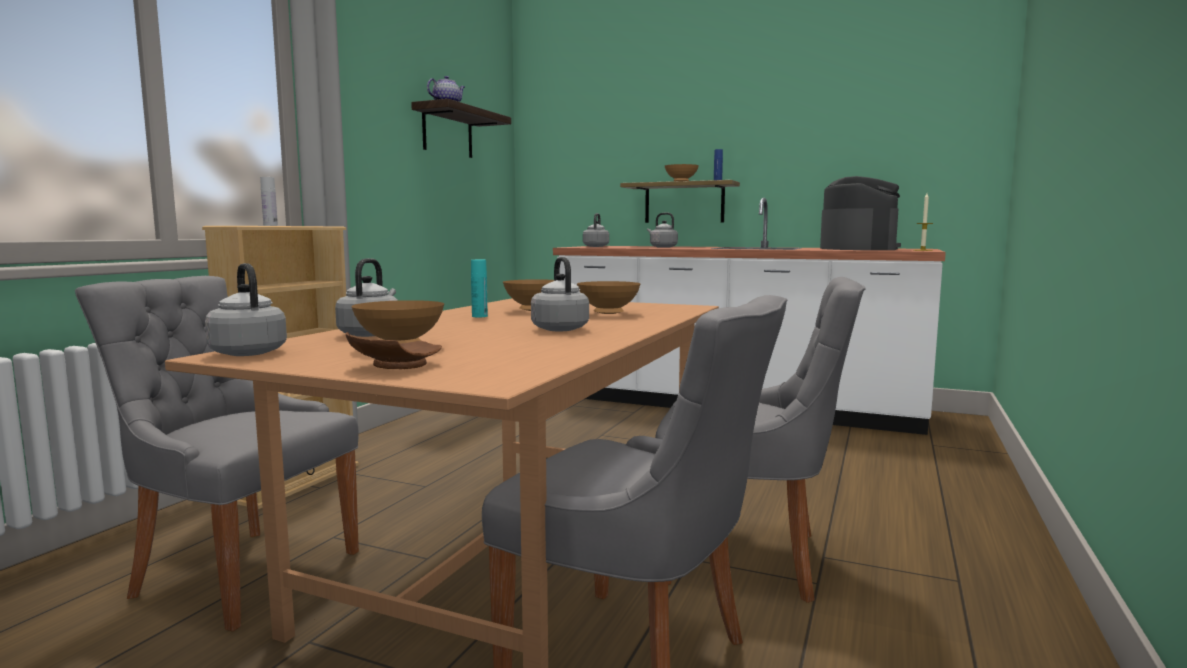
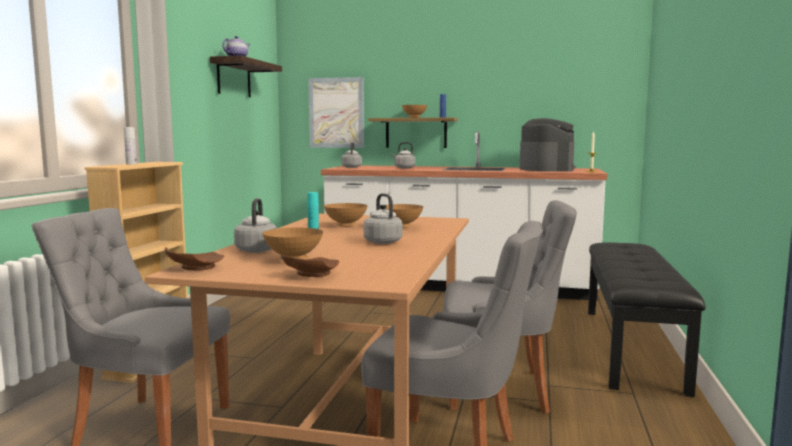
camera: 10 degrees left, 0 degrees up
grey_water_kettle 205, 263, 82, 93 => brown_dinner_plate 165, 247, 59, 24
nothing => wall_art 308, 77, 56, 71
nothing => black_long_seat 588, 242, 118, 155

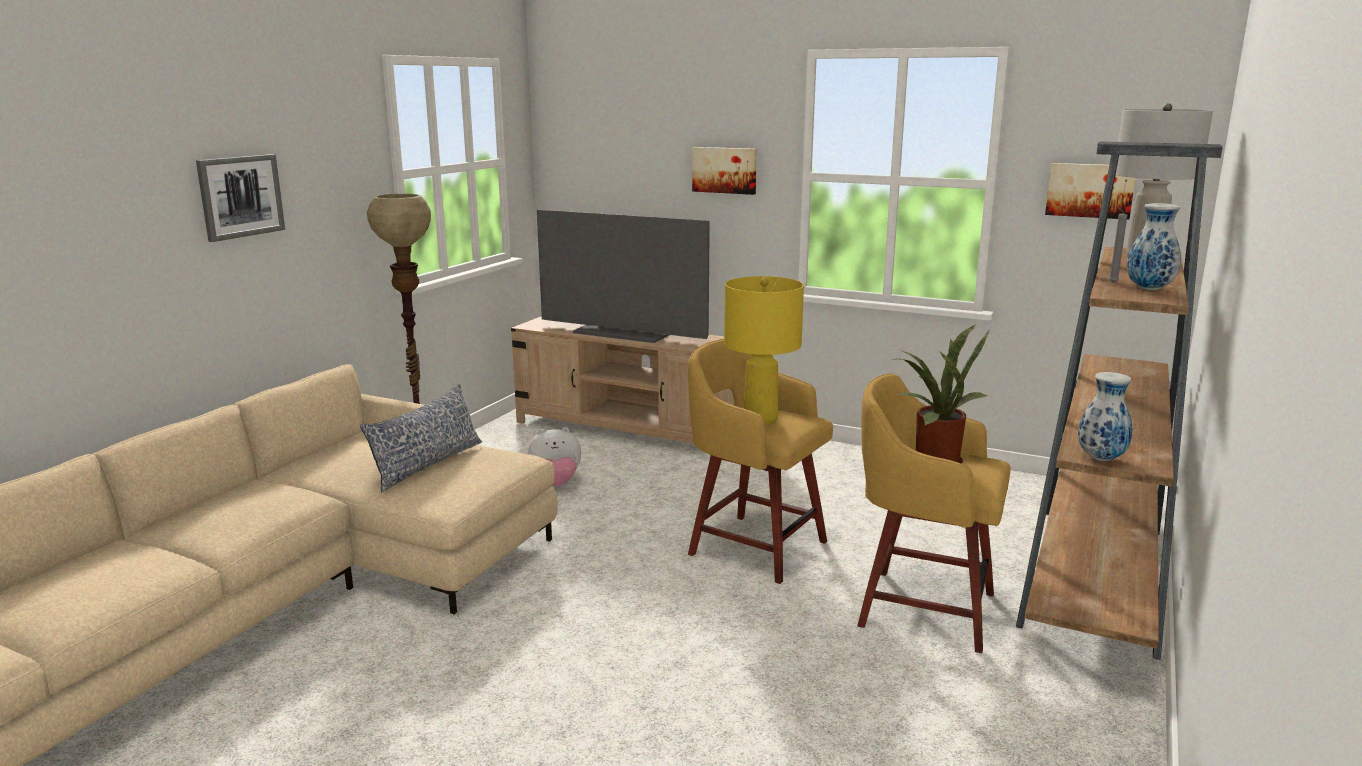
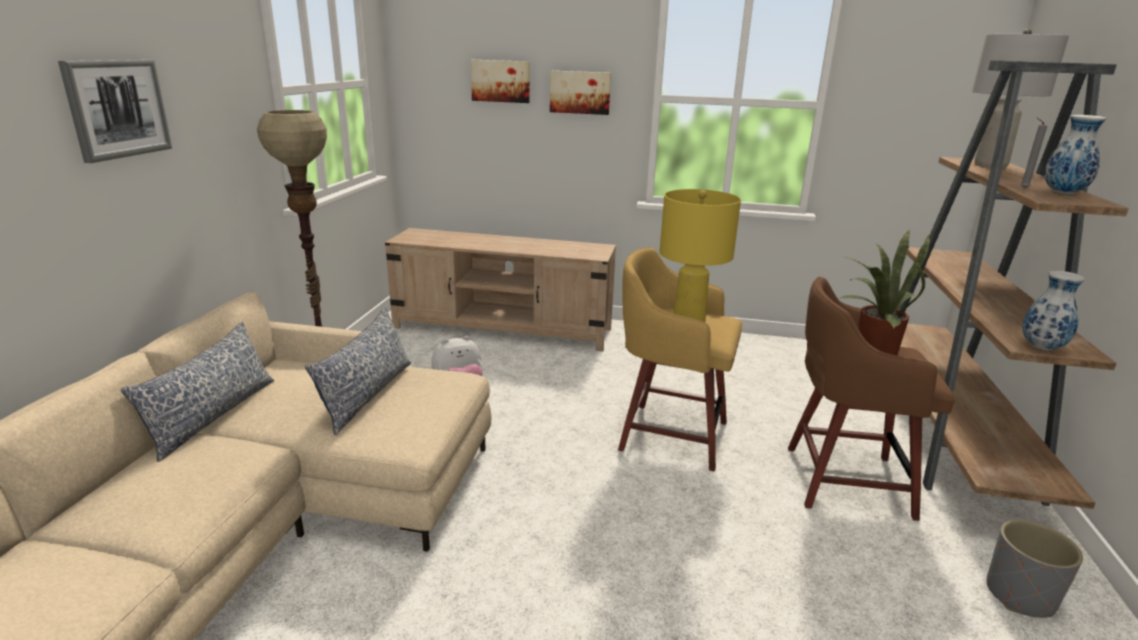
camera: 15 degrees left, 5 degrees up
wall_art 1045, 163, 90, 57 => wall_art 471, 60, 59, 43, moved
TV 537, 210, 173, 133 => nothing
yellow_sitting_stool 858, 373, 153, 280 => brown_sitting_stool 788, 277, 167, 244
nothing => throw_pillow 121, 321, 153, 141
nothing => grey_flower_pot 986, 520, 97, 98

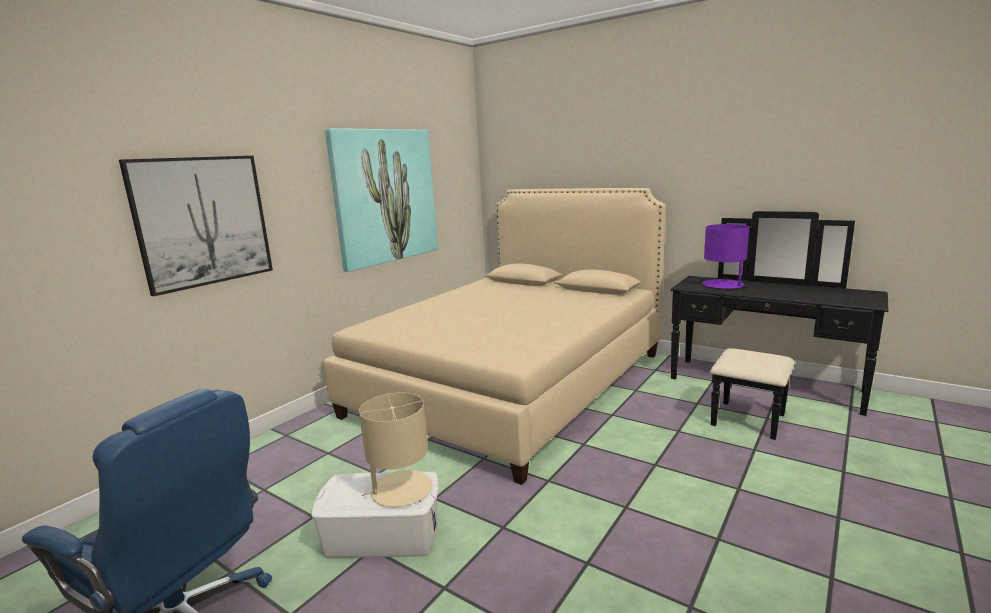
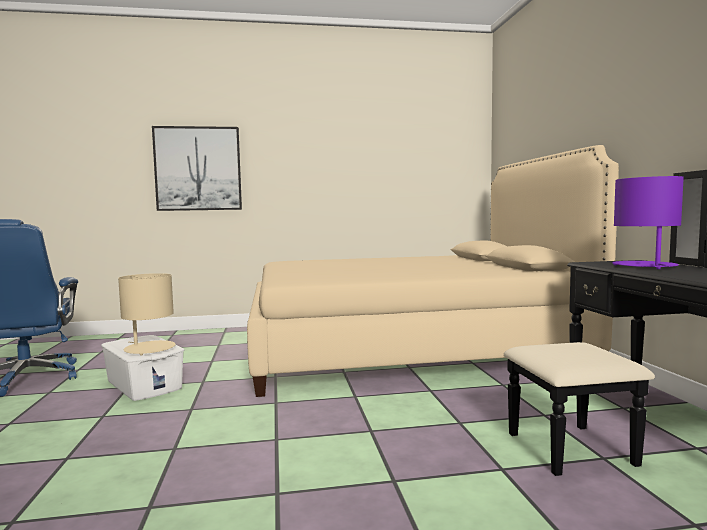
camera: 45 degrees right, 10 degrees down
wall_art 325, 128, 113, 144 => nothing

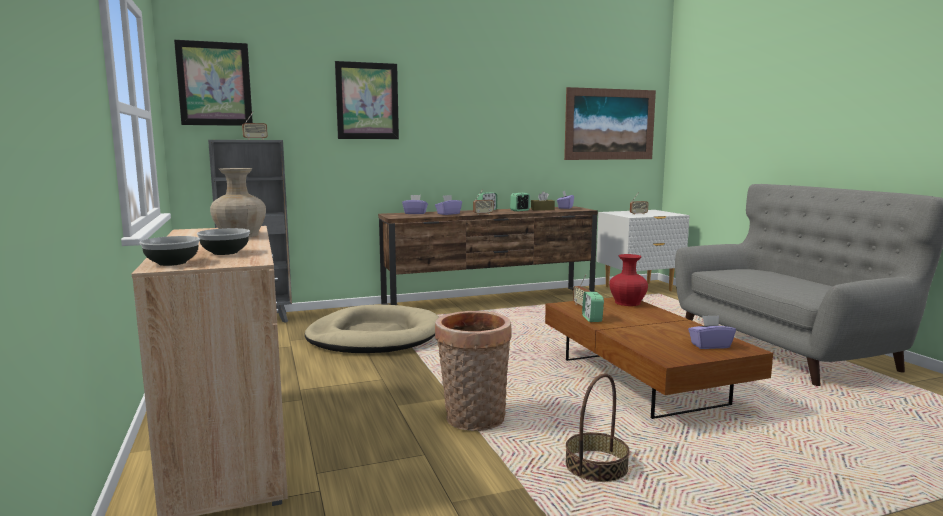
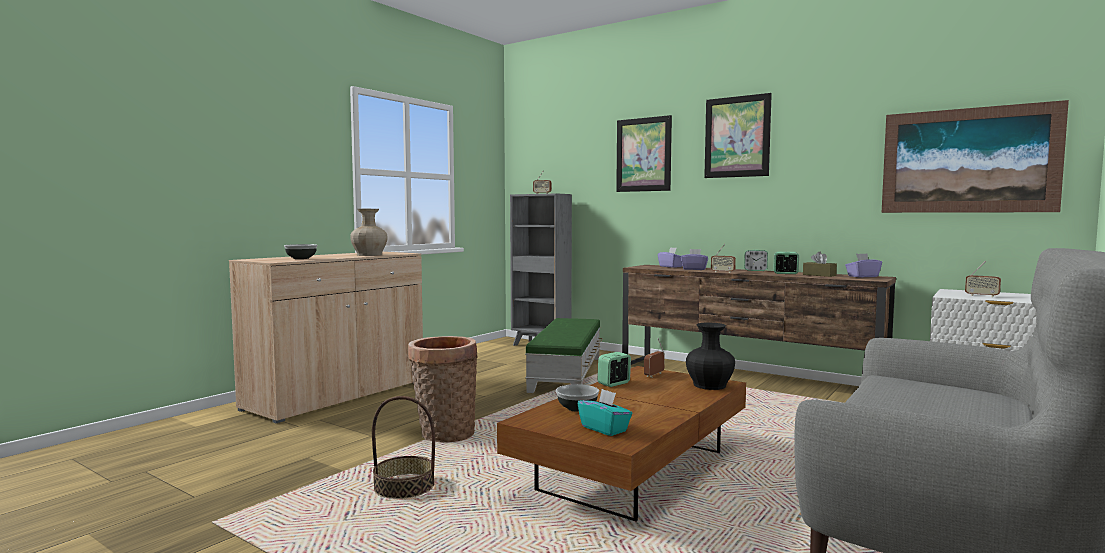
camera: 55 degrees right, 5 degrees down
wall_art 174, 40, 79, 86 => wall_art 704, 93, 68, 85, moved
serving_bowl 140, 236, 60, 30 => serving_bowl 556, 384, 43, 28, moved
red_decorative_vase 609, 254, 39, 52 => black_decorative_vase 686, 323, 49, 67
beige-coloured_pet_bed 305, 305, 134, 48 => greenish_ottoman 525, 318, 78, 75
purple_tissue_box 688, 315, 48, 34 => turquoise-coloured_tissue_box 577, 389, 55, 47

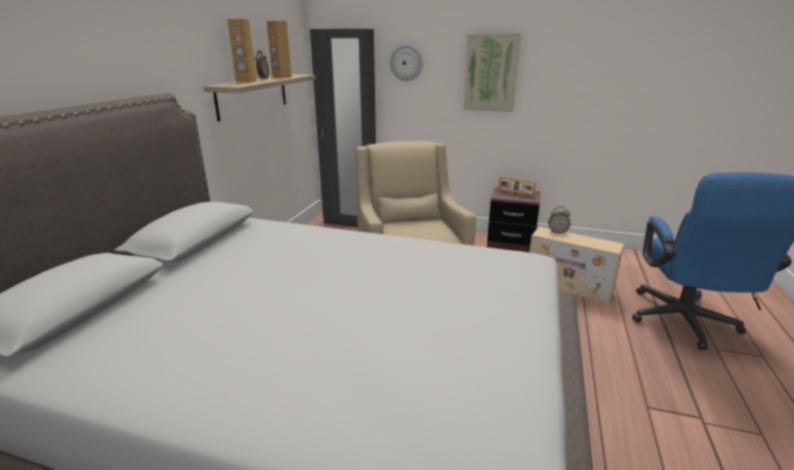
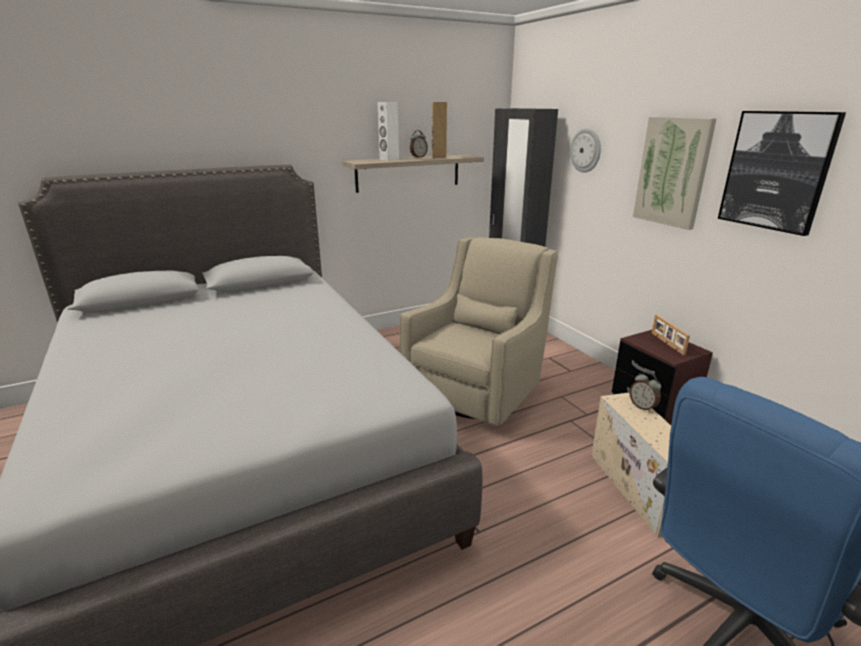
camera: 45 degrees right, 0 degrees up
brown_speaker 227, 19, 30, 64 => white-coloured_speaker 378, 102, 21, 59
nothing => wall_art 718, 111, 128, 125

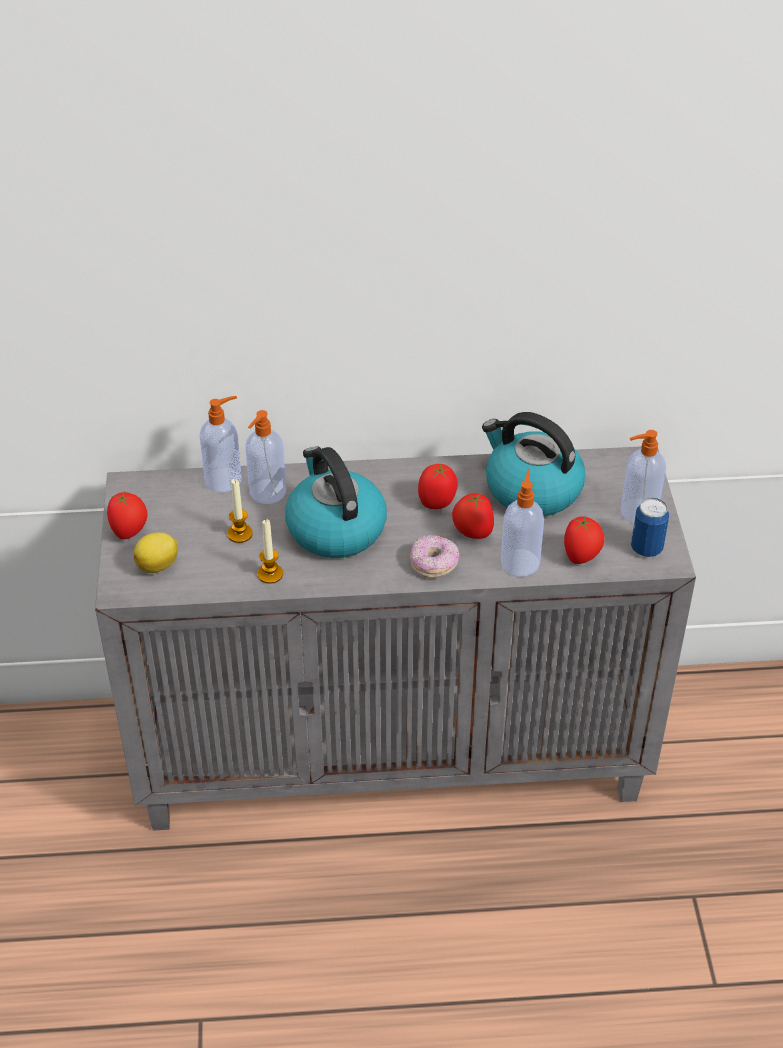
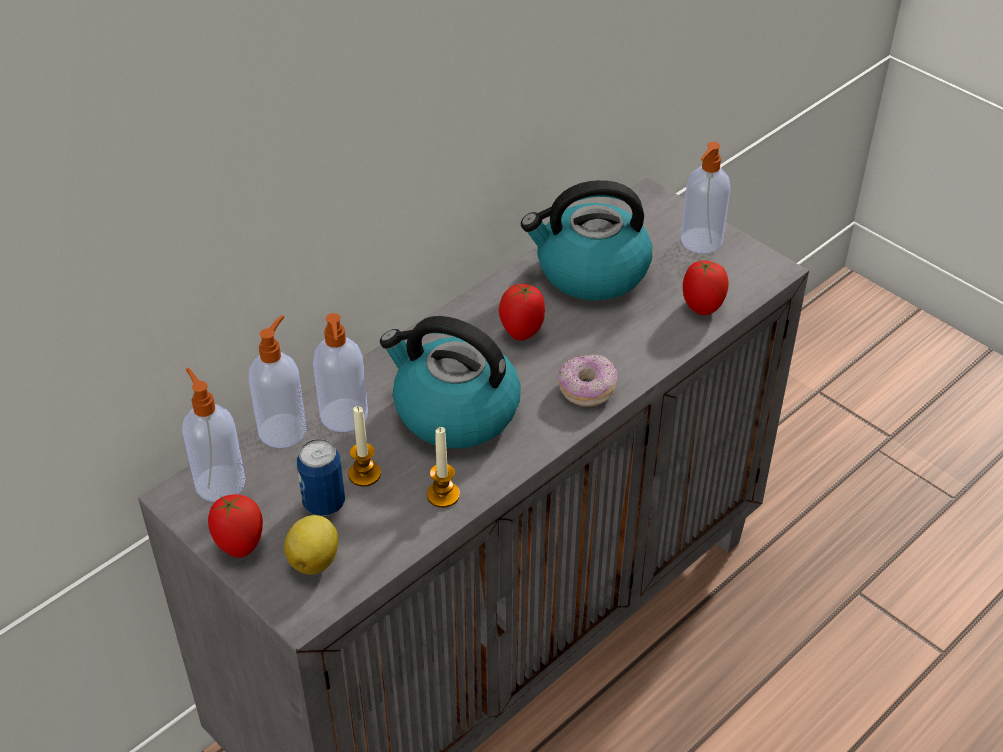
camera: 40 degrees left, 0 degrees up
liquid_soap_bottle 501, 469, 43, 108 => liquid_soap_bottle 182, 367, 64, 135, moved
whole_tomato 452, 493, 42, 46 => nothing
metal_can 631, 498, 38, 59 => metal_can 297, 439, 48, 77, moved

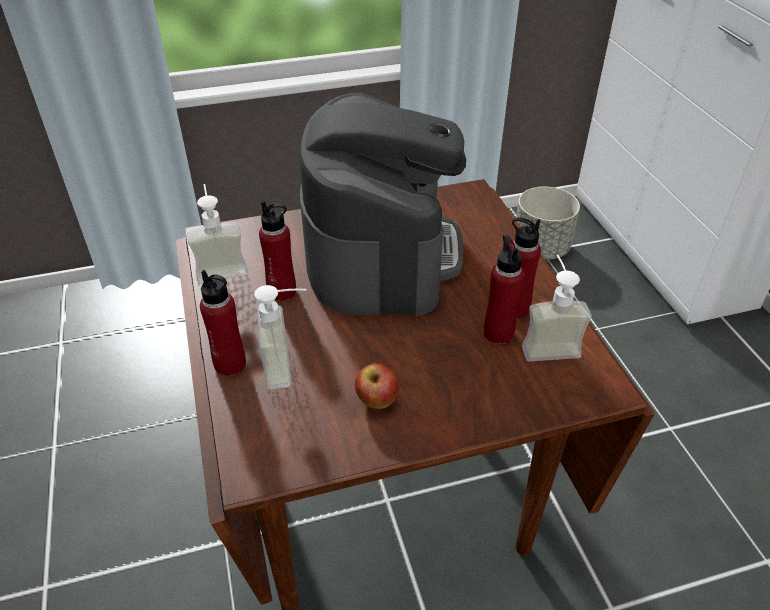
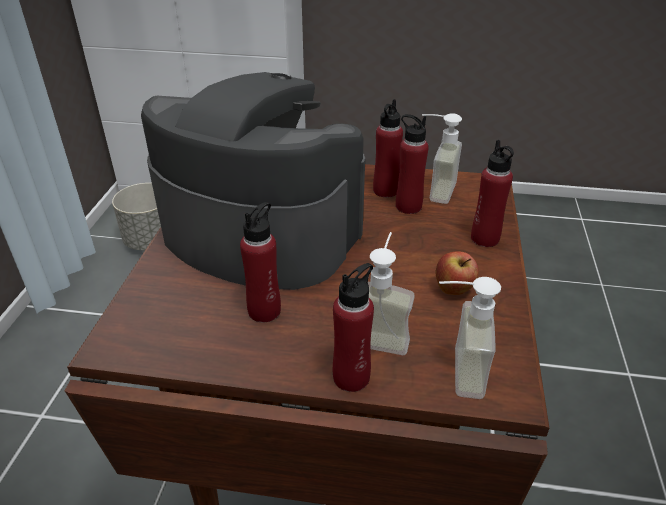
camera: 65 degrees left, 5 degrees down
liquid_soap_bottle 187, 184, 61, 99 => liquid_soap_bottle 439, 277, 62, 122, moved
nothing => red_beverage_bottle 471, 140, 43, 107

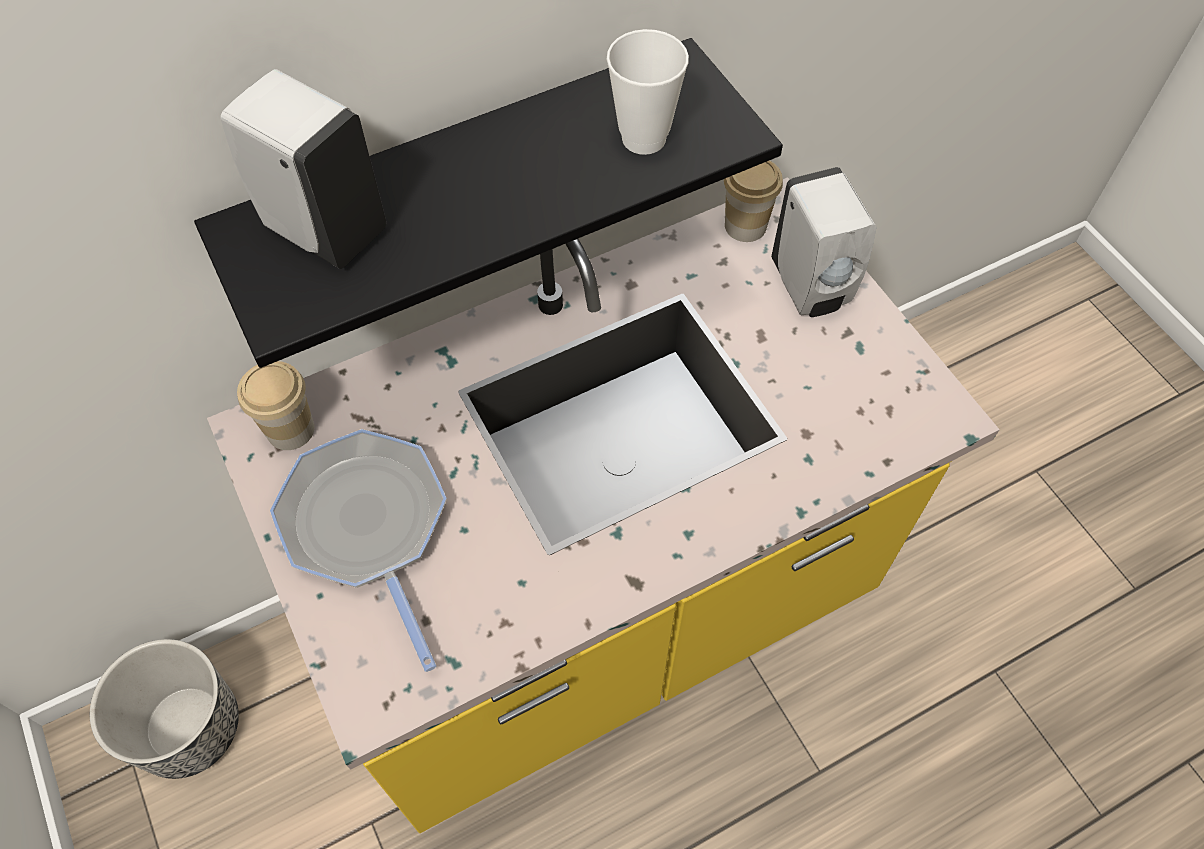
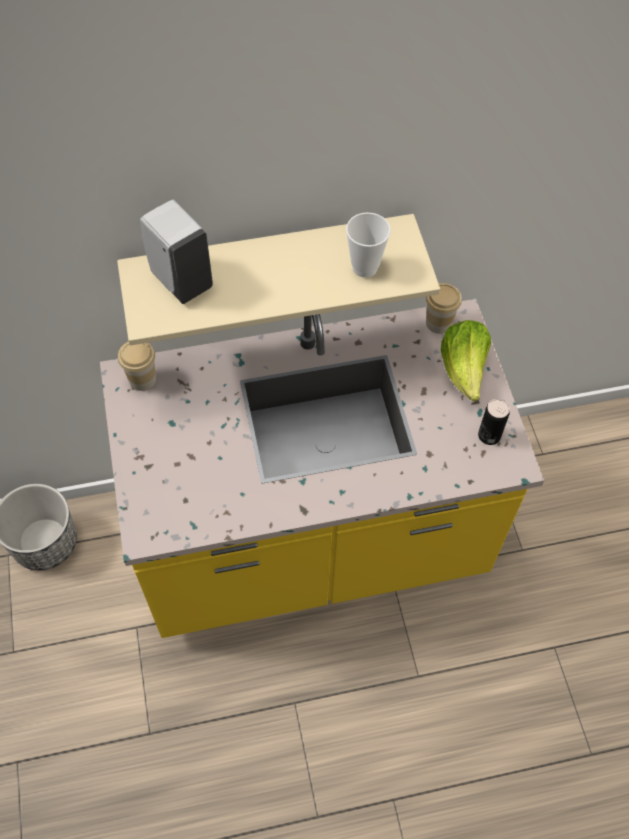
camera: 15 degrees right, 0 degrees up
black_wall_shelf 194, 38, 589, 330 => beige-coloured_wall_shelf 117, 214, 323, 131
white-coloured_liquid_soap_bottle 771, 167, 105, 150 => lettuce_head 441, 320, 50, 81
frying_pan 270, 429, 177, 243 => nothing
nothing => metal_can 478, 399, 32, 46

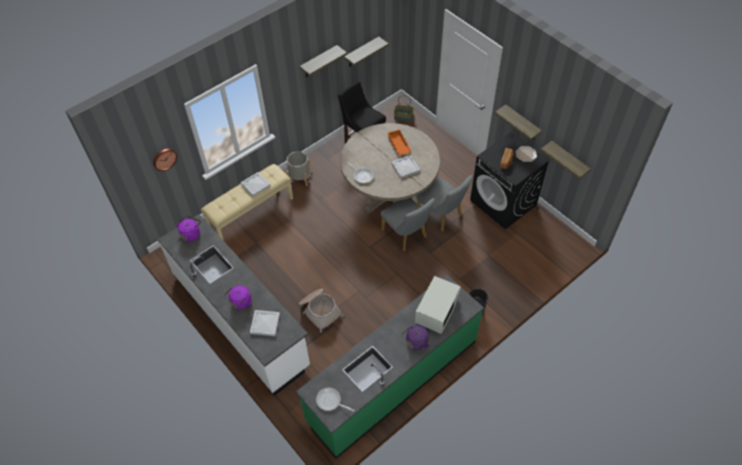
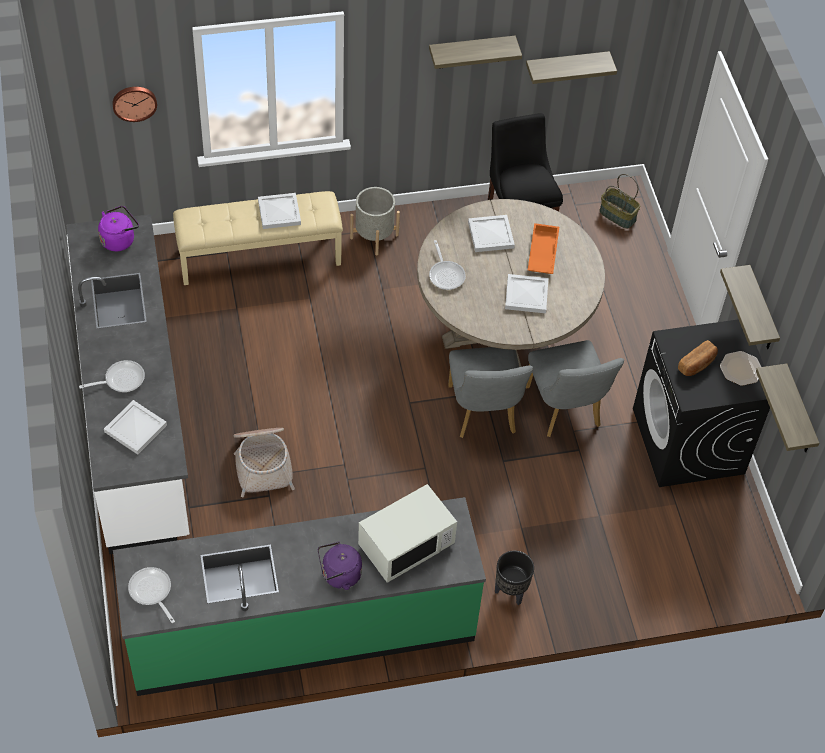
camera: 25 degrees right, 0 degrees up
purple_water_kettle 224, 285, 27, 24 => frying_pan 79, 360, 66, 32
nothing => white-coloured_carrying_tray 468, 215, 47, 37

